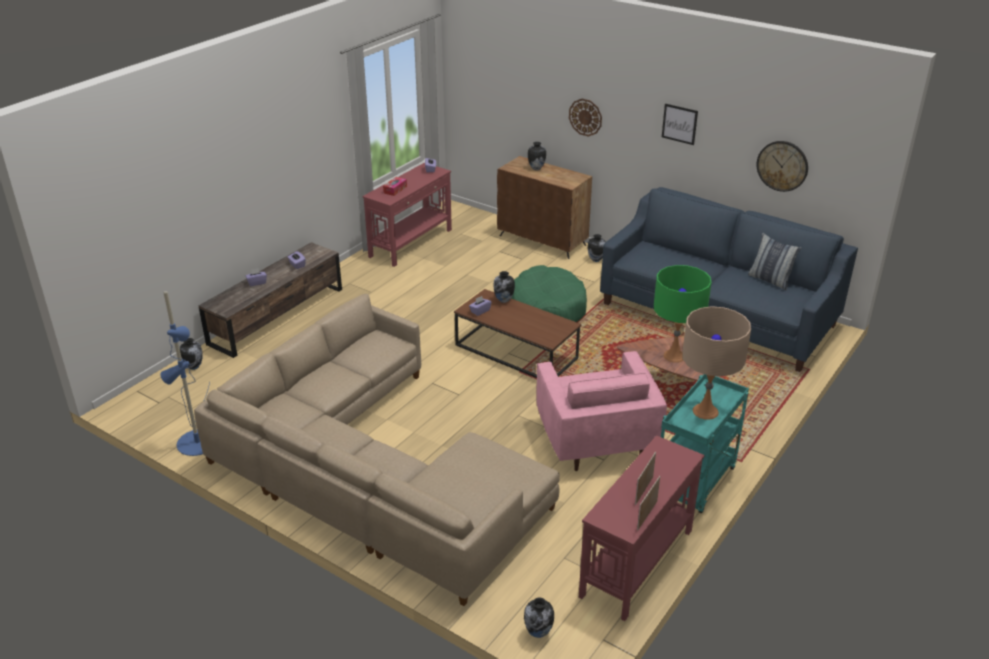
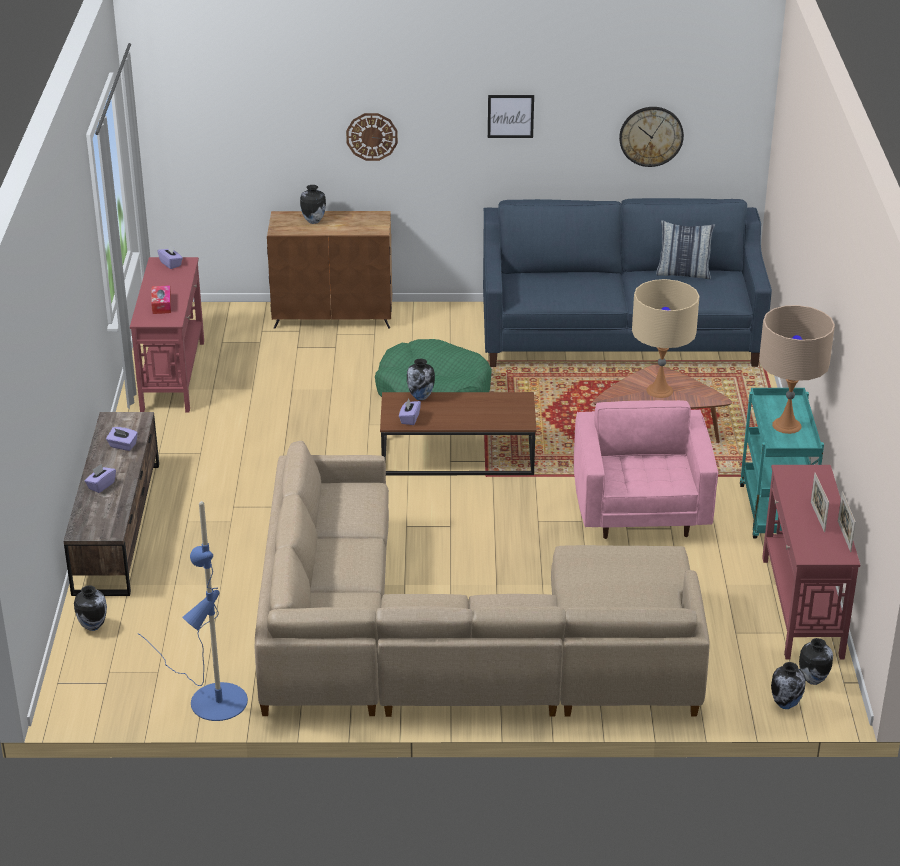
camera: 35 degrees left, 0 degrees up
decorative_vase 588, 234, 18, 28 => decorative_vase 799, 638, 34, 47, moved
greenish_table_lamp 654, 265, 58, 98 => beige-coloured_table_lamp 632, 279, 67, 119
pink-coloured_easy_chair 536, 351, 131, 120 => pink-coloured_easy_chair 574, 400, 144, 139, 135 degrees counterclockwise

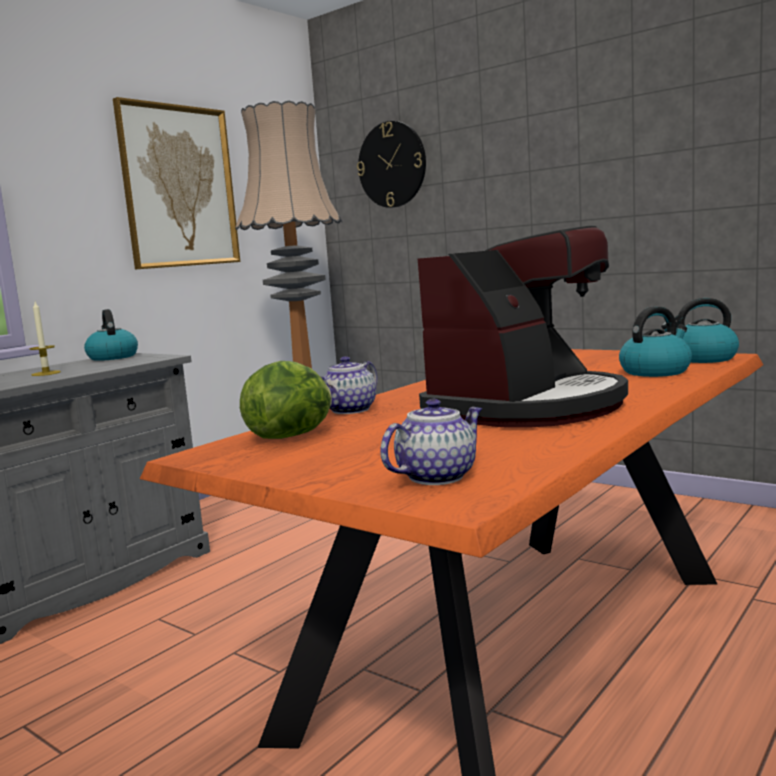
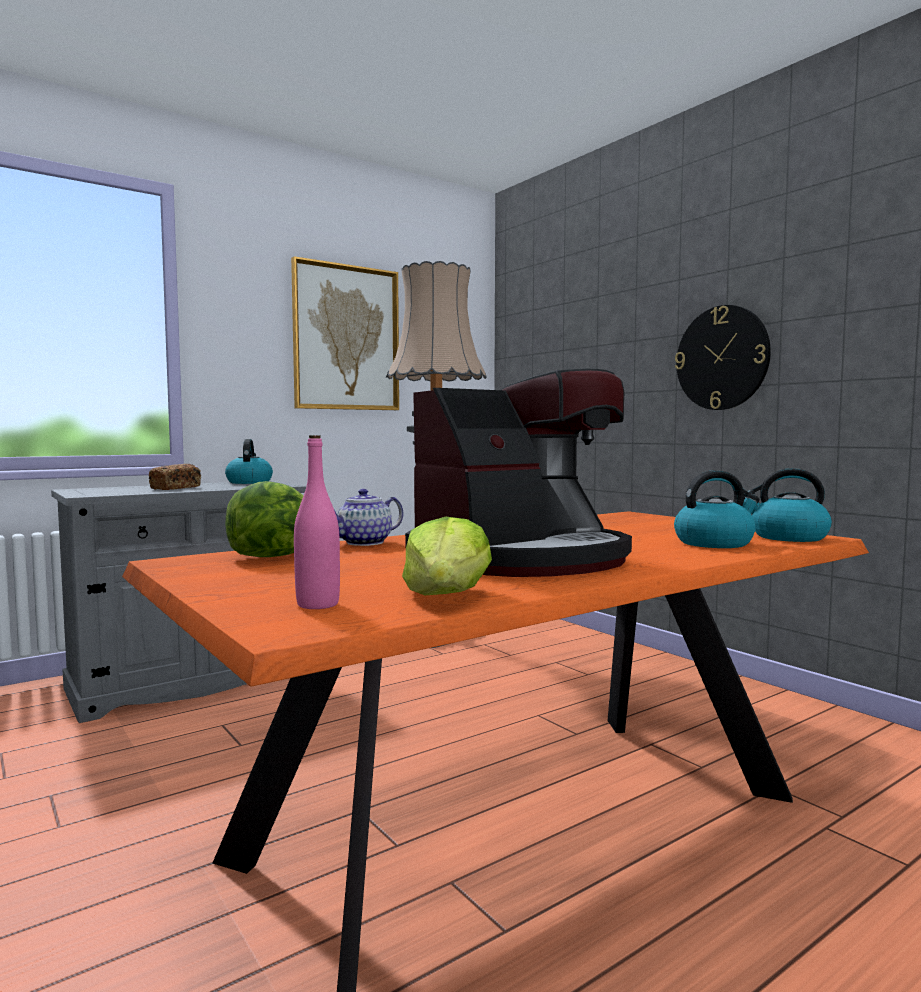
camera: 15 degrees right, 5 degrees down
clock_on_the_wall 357, 121, 69, 87 => clock_on_the_wall 675, 305, 96, 105, moved
wax_light 30, 302, 31, 74 => baked_bread 149, 464, 52, 26
pot_for_tea 380, 398, 102, 87 => pink-coloured_beverage_bottle 294, 435, 46, 174
nothing => lettuce_head 402, 517, 90, 78

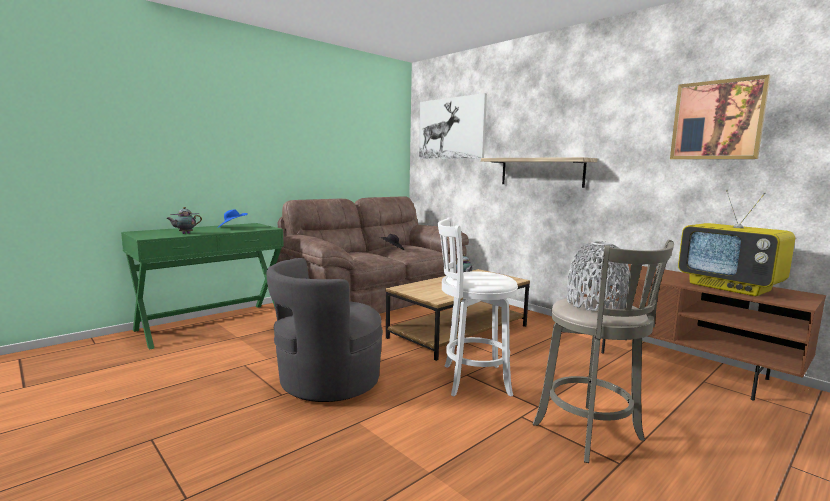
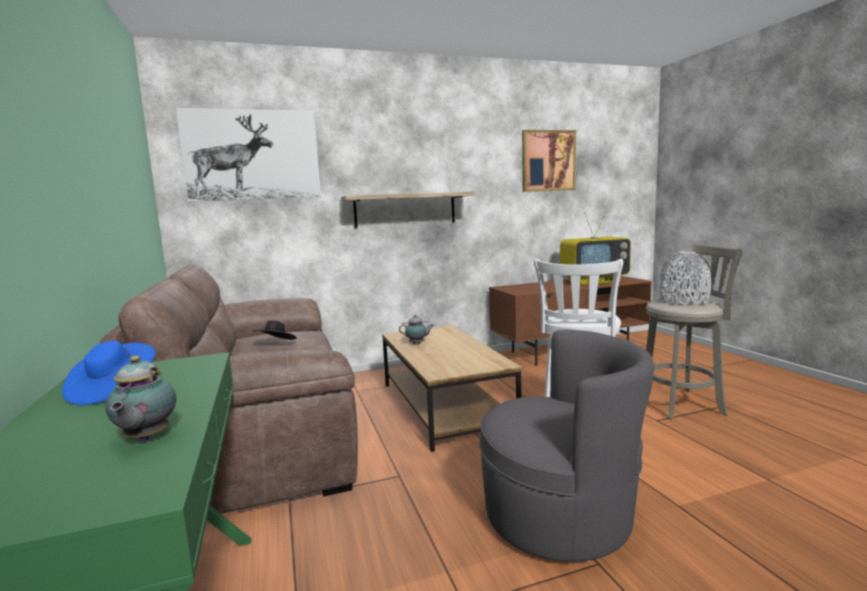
camera: 65 degrees left, 0 degrees up
grey_easy_chair 267, 258, 116, 144 => grey_easy_chair 479, 330, 175, 232, 75 degrees counterclockwise

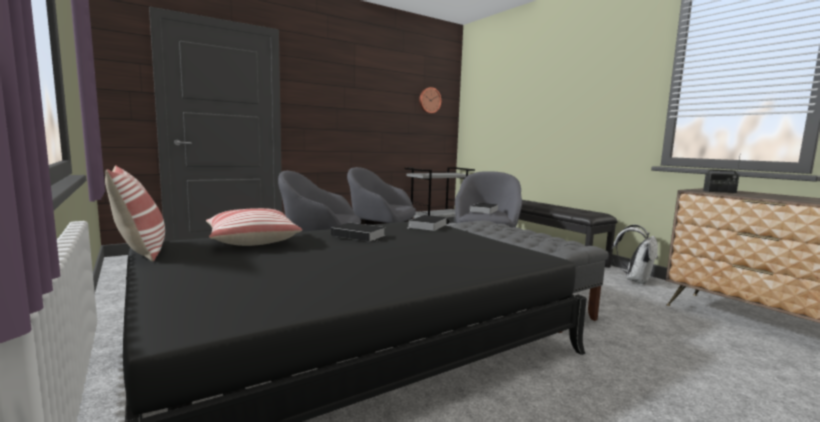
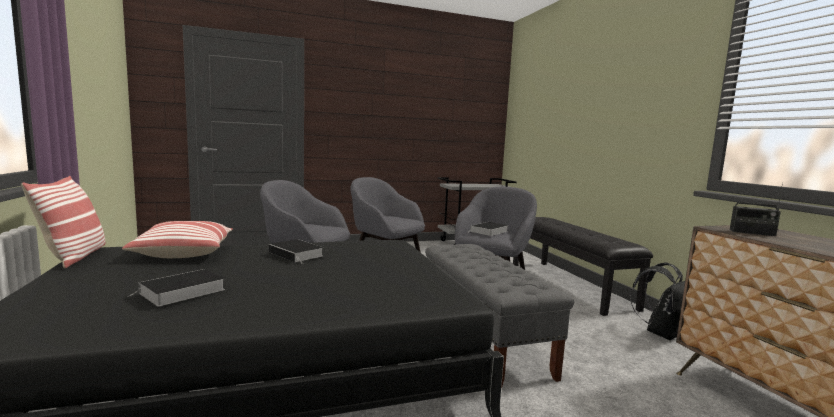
camera: 15 degrees right, 0 degrees up
clock_on_the_wall 419, 87, 22, 26 => nothing
bound_book 408, 215, 40, 16 => bound_book 129, 269, 96, 37, moved
white-coloured_rucksack 611, 224, 47, 60 => black_rucksack 630, 262, 55, 78

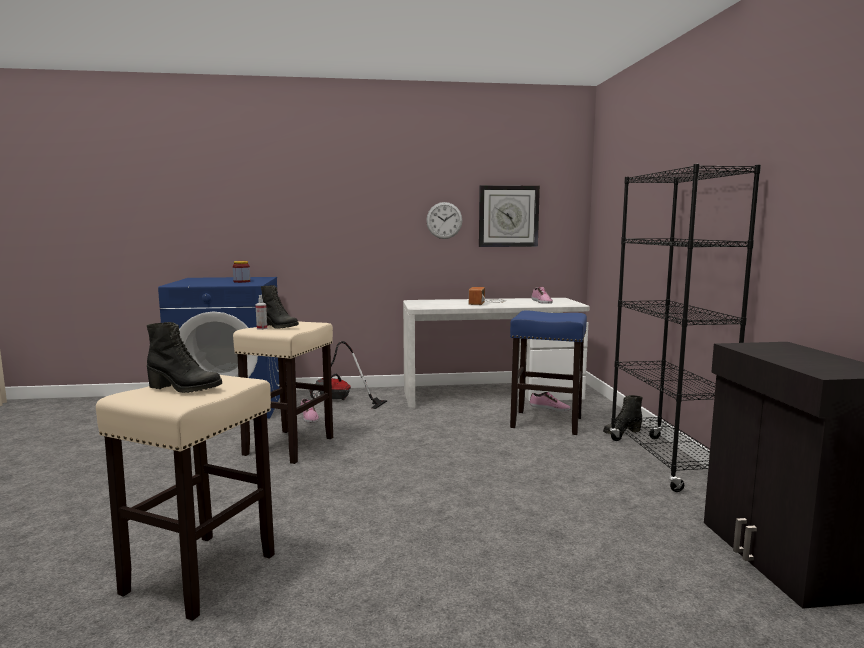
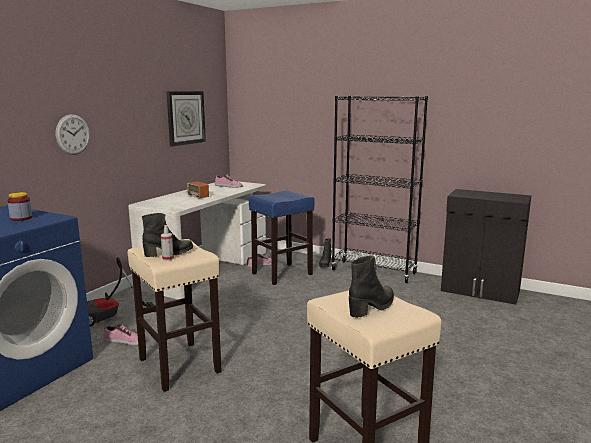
camera: 55 degrees left, 5 degrees up
clock_on_the_wall 426, 202, 36, 37 => clock_on_the_wall 56, 114, 34, 41, moved

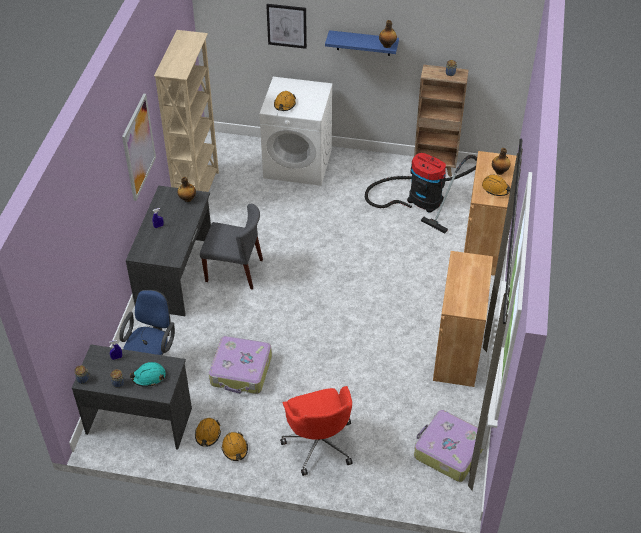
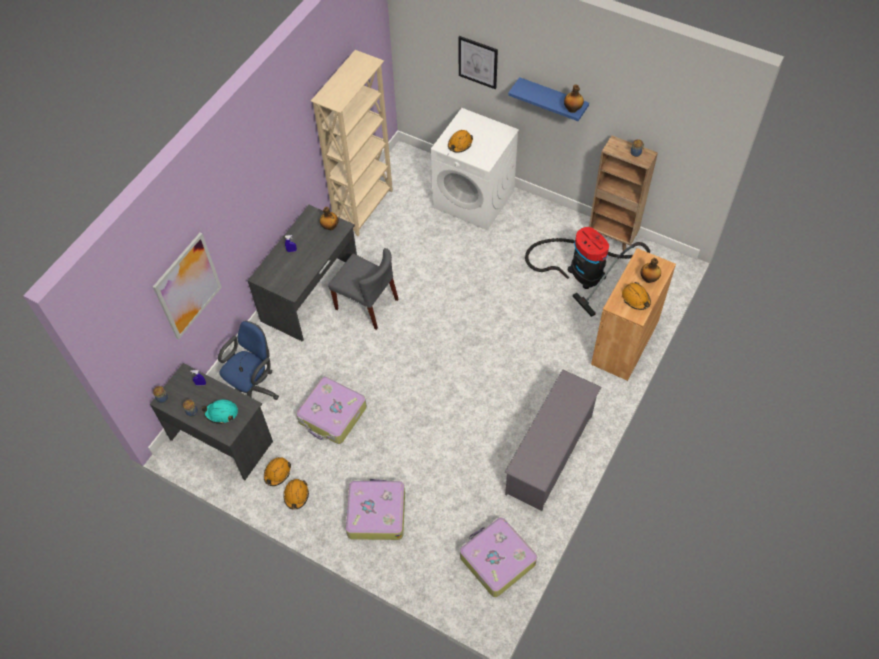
camera: 20 degrees right, 10 degrees up
wall_art 122, 94, 34, 107 => wall_art 153, 232, 69, 108, moved
brown_storage_cabinet 433, 251, 60, 136 => grey_shoe_stand 504, 369, 97, 142
red_desk_chair 280, 386, 73, 90 => piece_of_luggage 346, 479, 59, 61

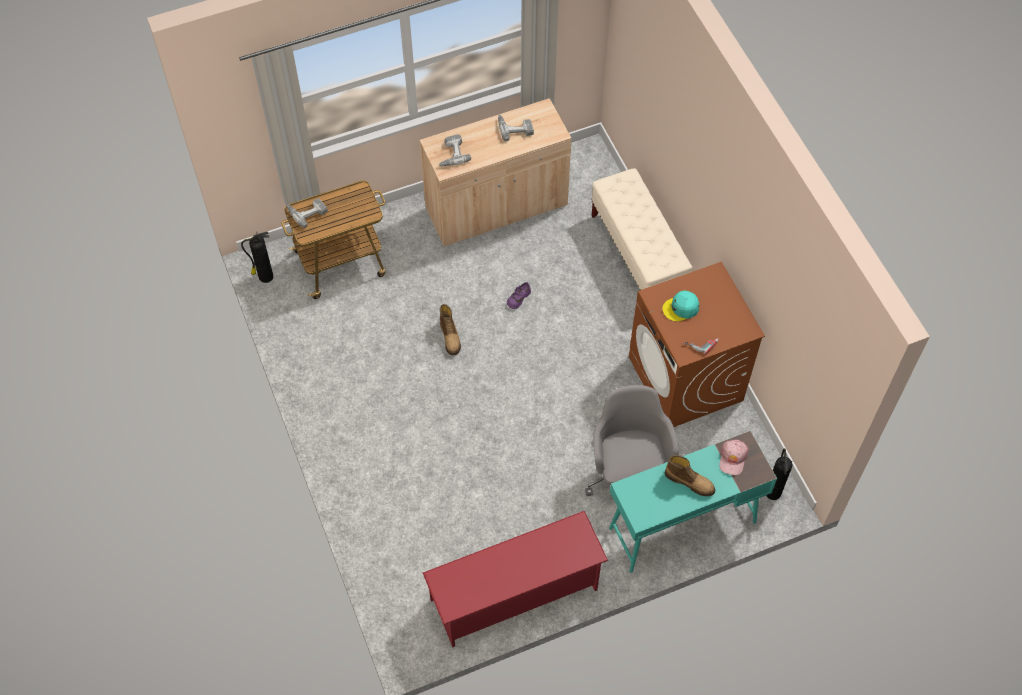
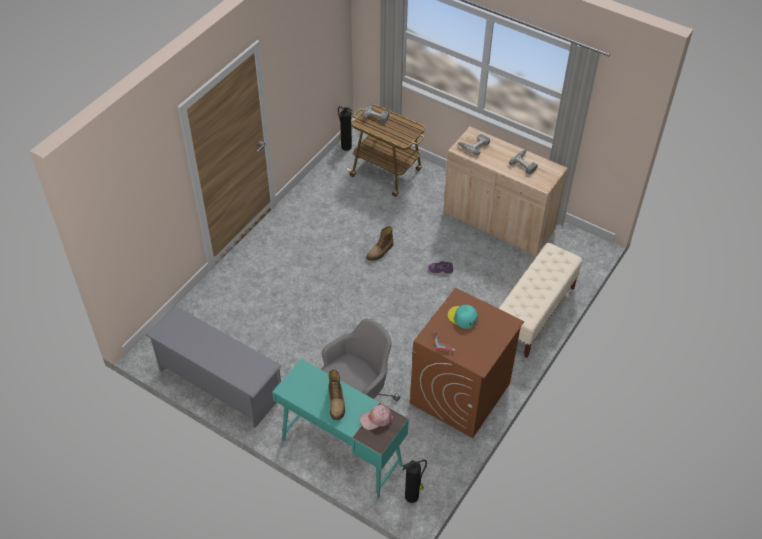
camera: 55 degrees right, 10 degrees down
red_shoe_stand 423, 511, 185, 136 => grey_shoe_stand 146, 306, 136, 122

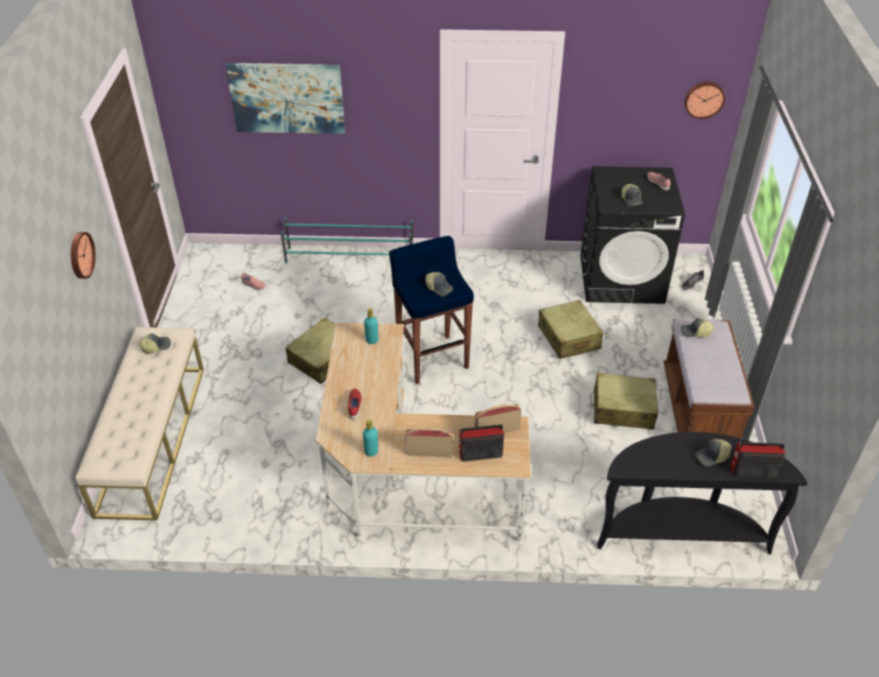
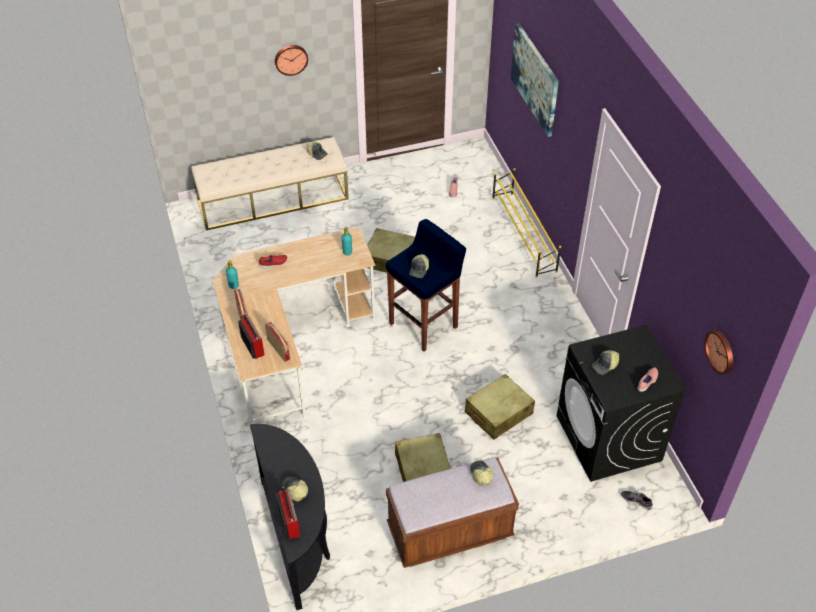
camera: 70 degrees right, 5 degrees up
turquoise-coloured_shoe_stand 281, 218, 132, 45 => yellow_shoe_stand 492, 168, 69, 110

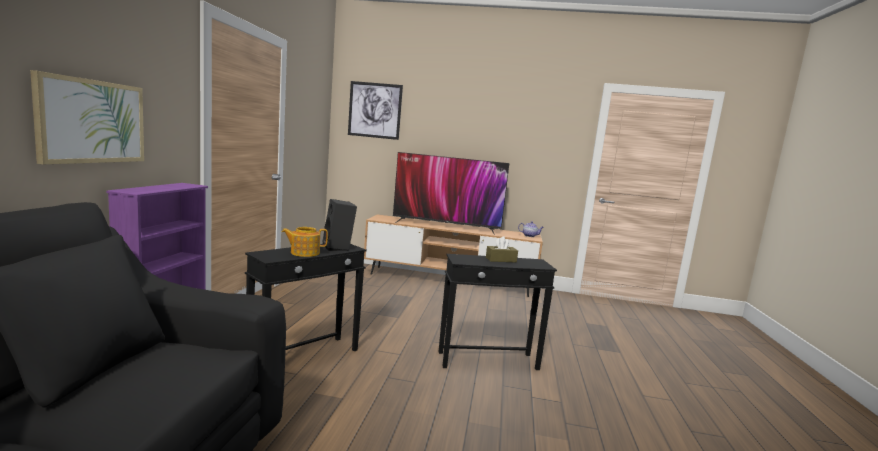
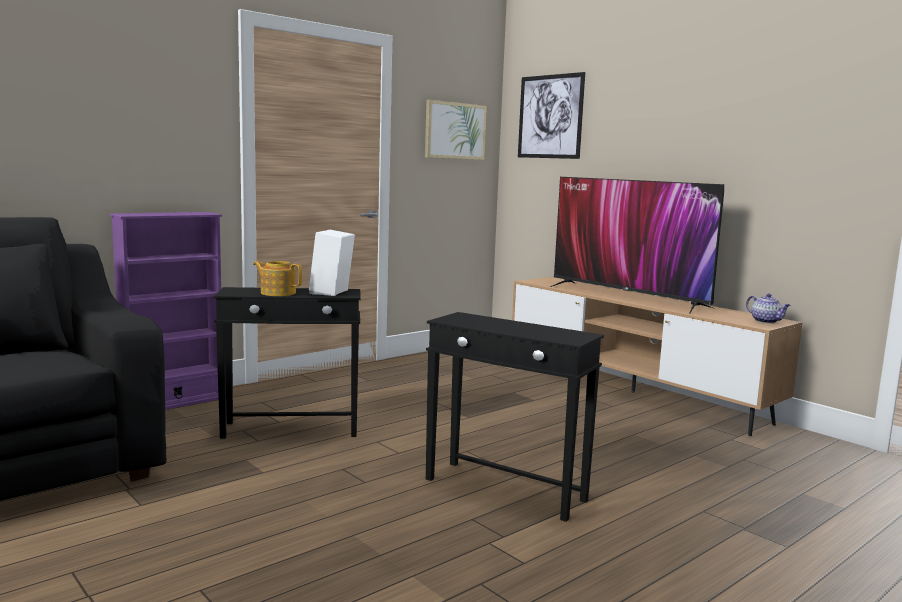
camera: 40 degrees right, 0 degrees up
wall_art 30, 70, 114, 94 => wall_art 425, 100, 62, 60, moved
black_speaker 323, 199, 34, 52 => white-coloured_speaker 309, 230, 46, 66
brown_tissue_box 486, 236, 32, 26 => nothing

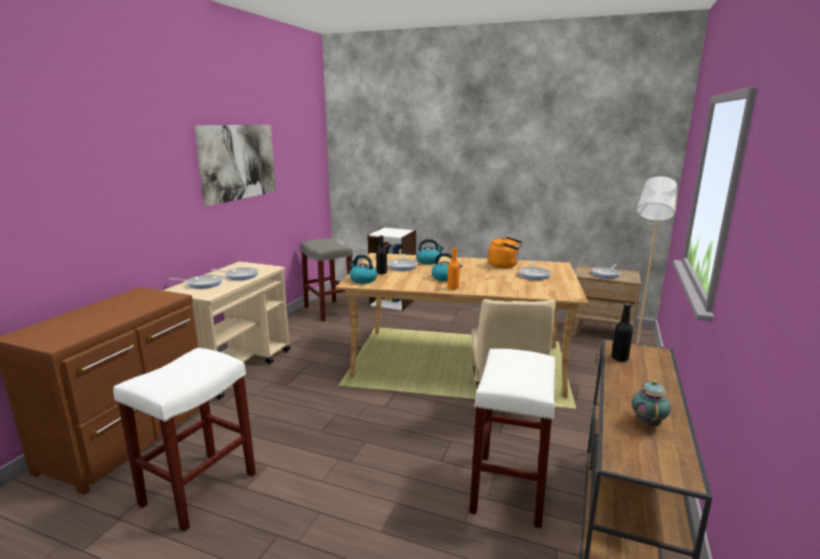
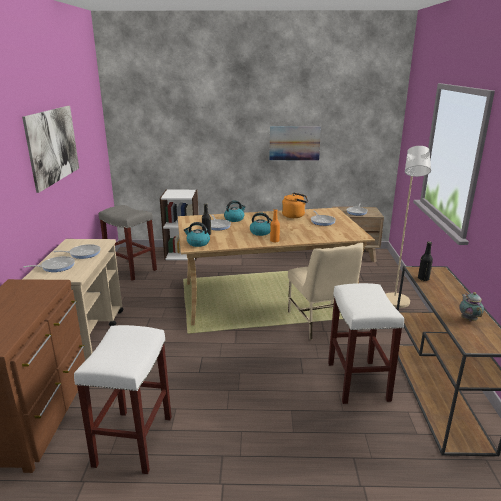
camera: 20 degrees left, 5 degrees up
nothing => wall_art 269, 126, 52, 35

